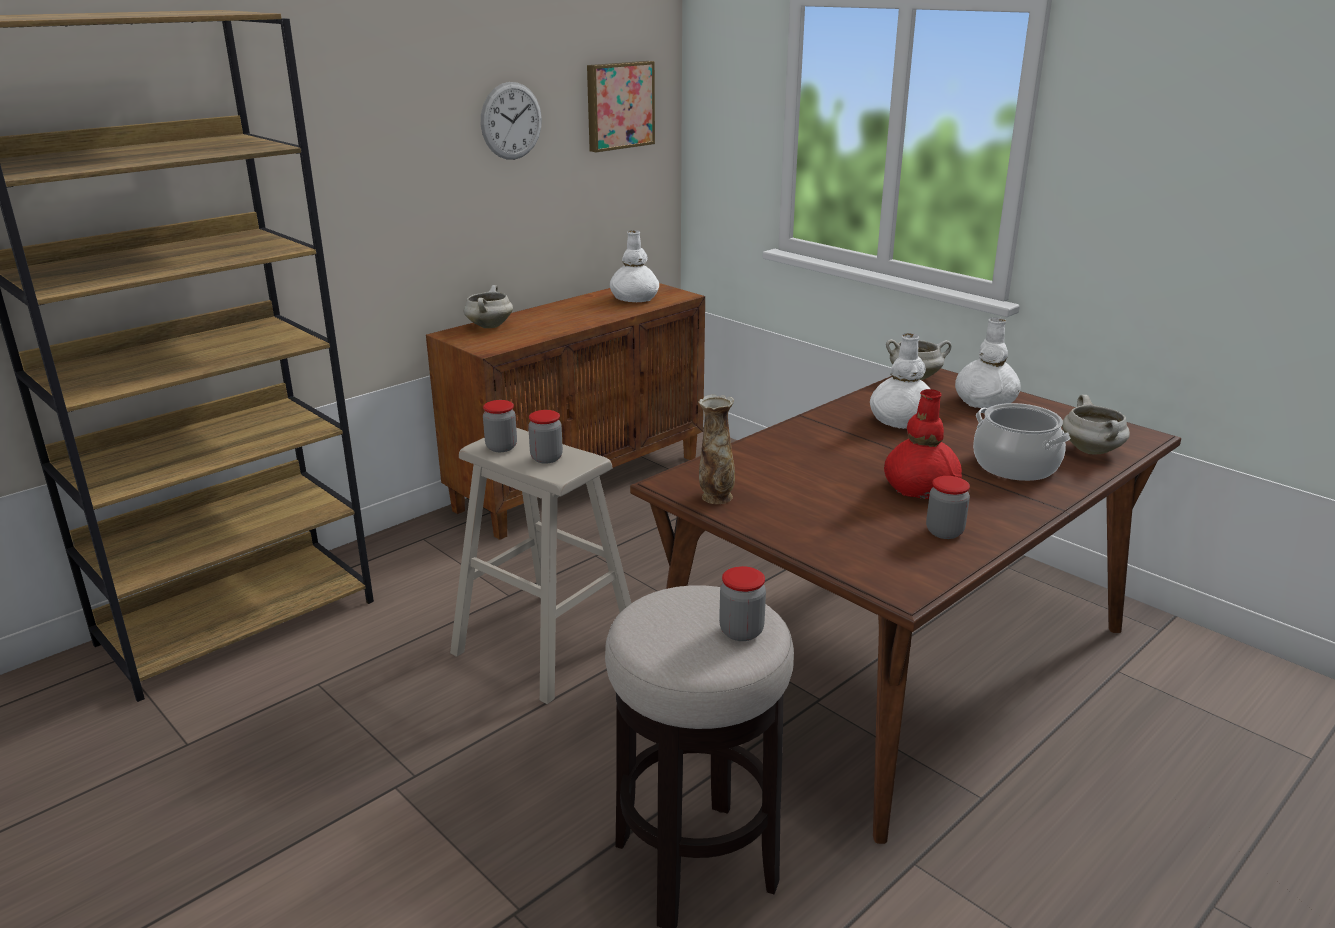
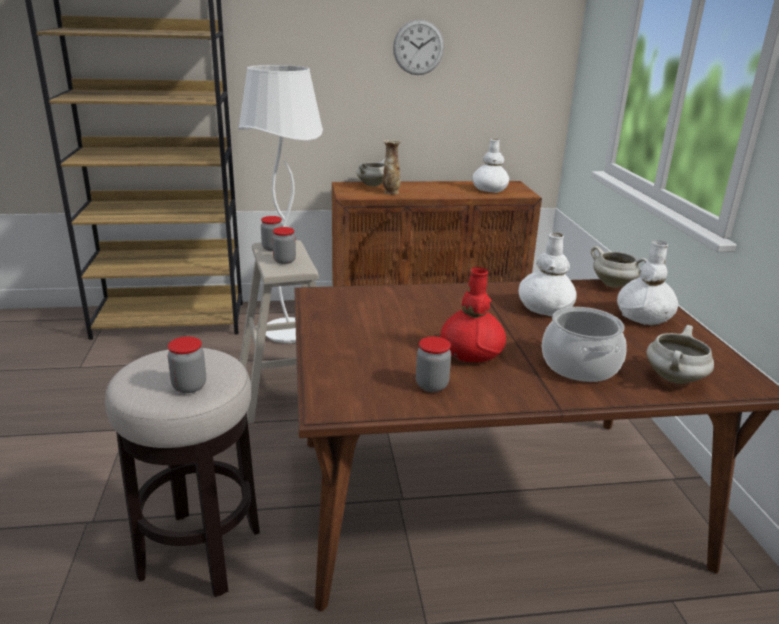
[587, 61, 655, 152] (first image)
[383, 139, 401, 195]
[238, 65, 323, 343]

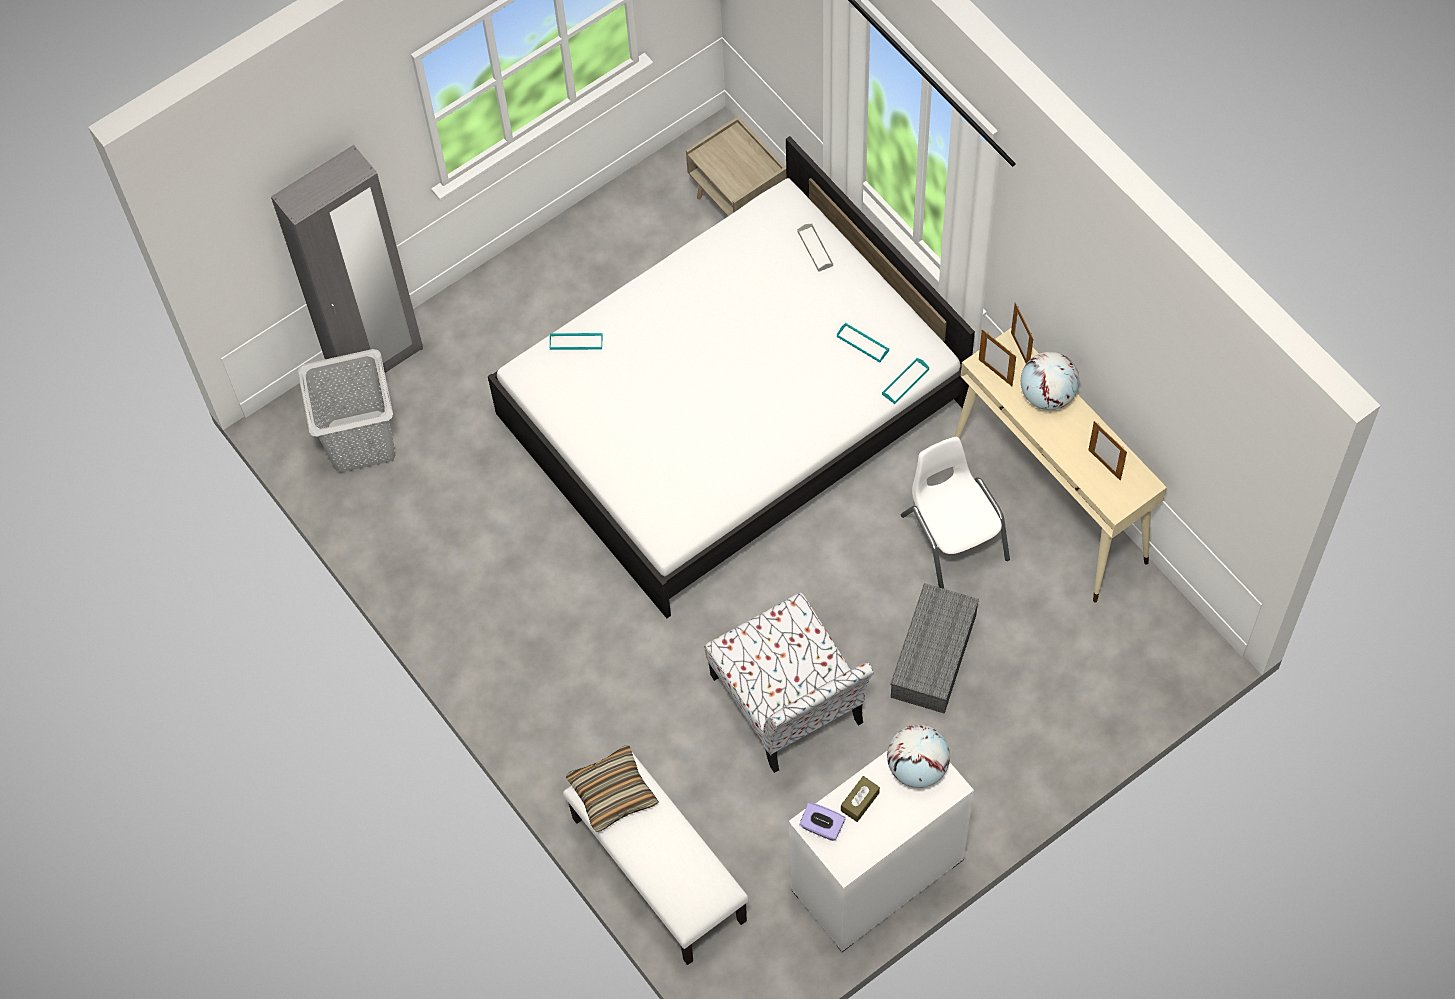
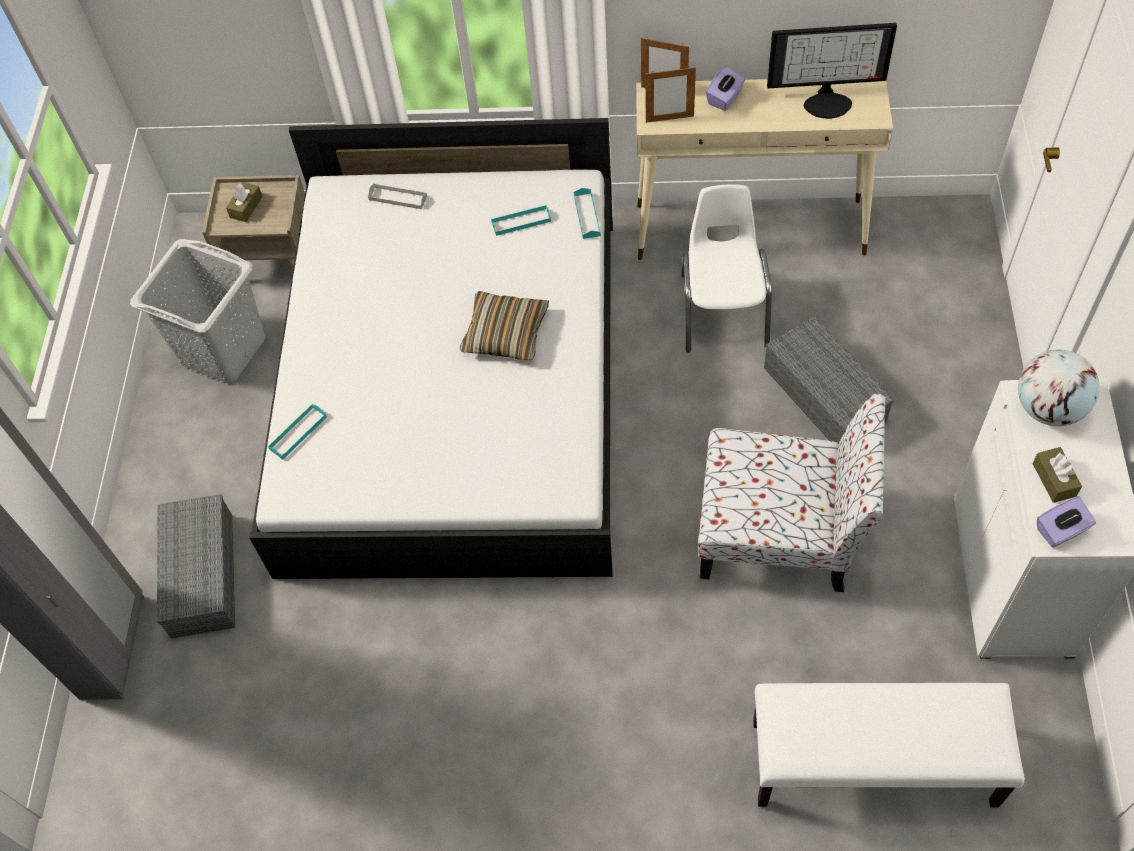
[130, 239, 265, 383]
[706, 67, 745, 111]
[767, 23, 897, 119]
[681, 184, 772, 352]
[460, 291, 549, 360]
[226, 182, 263, 222]
[157, 494, 235, 638]

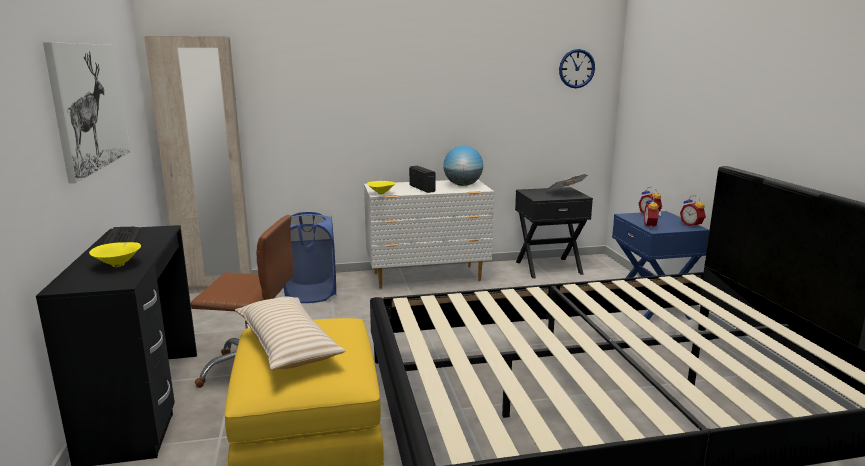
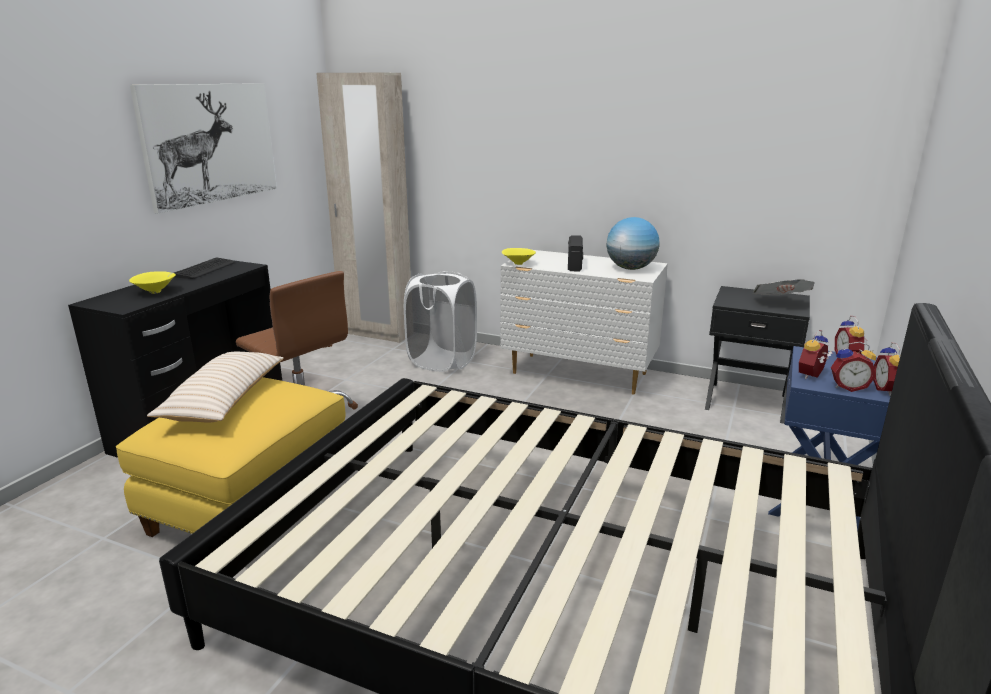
[559, 49, 595, 88] (first image)
[404, 271, 477, 372]
[831, 342, 876, 392]

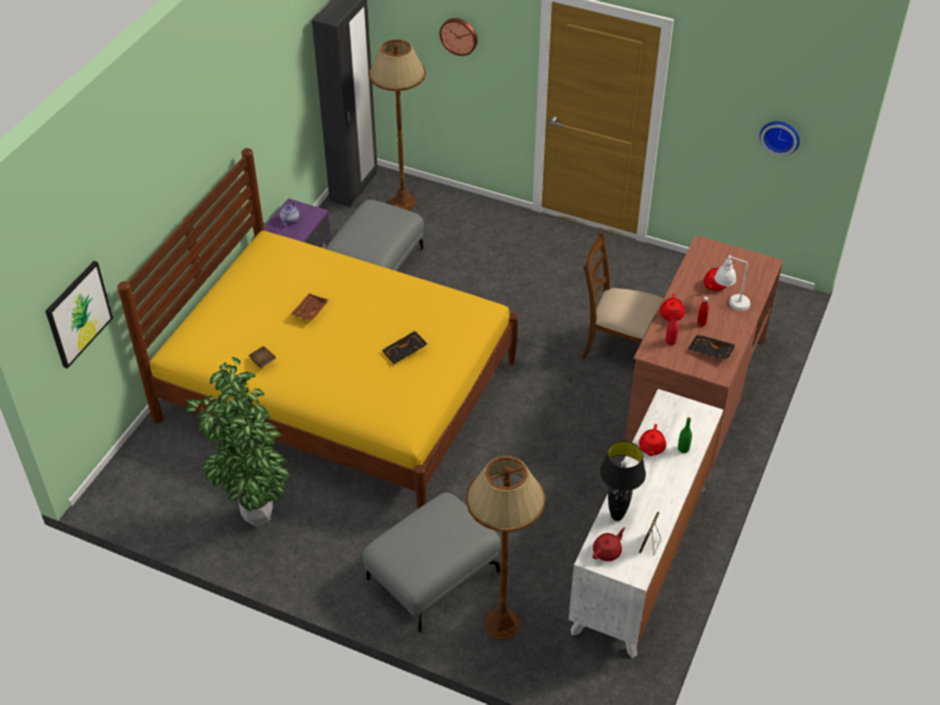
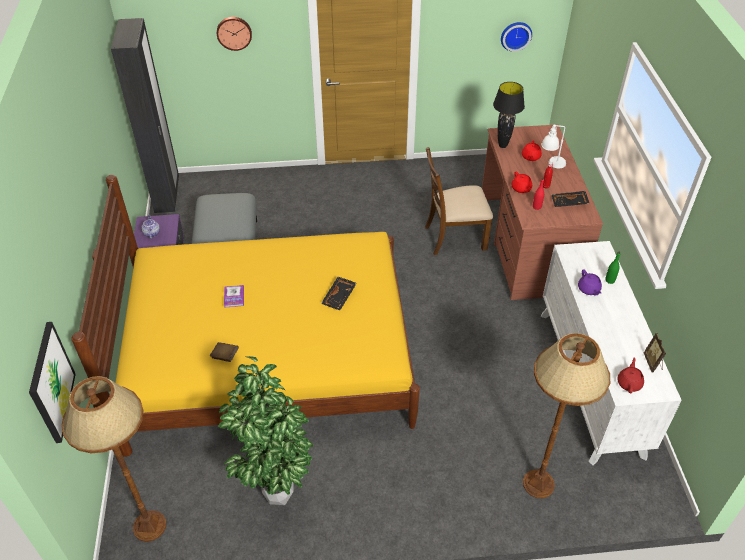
[61, 376, 166, 542]
[224, 285, 244, 308]
[578, 270, 602, 295]
[493, 82, 525, 148]
[363, 492, 501, 632] (first image)

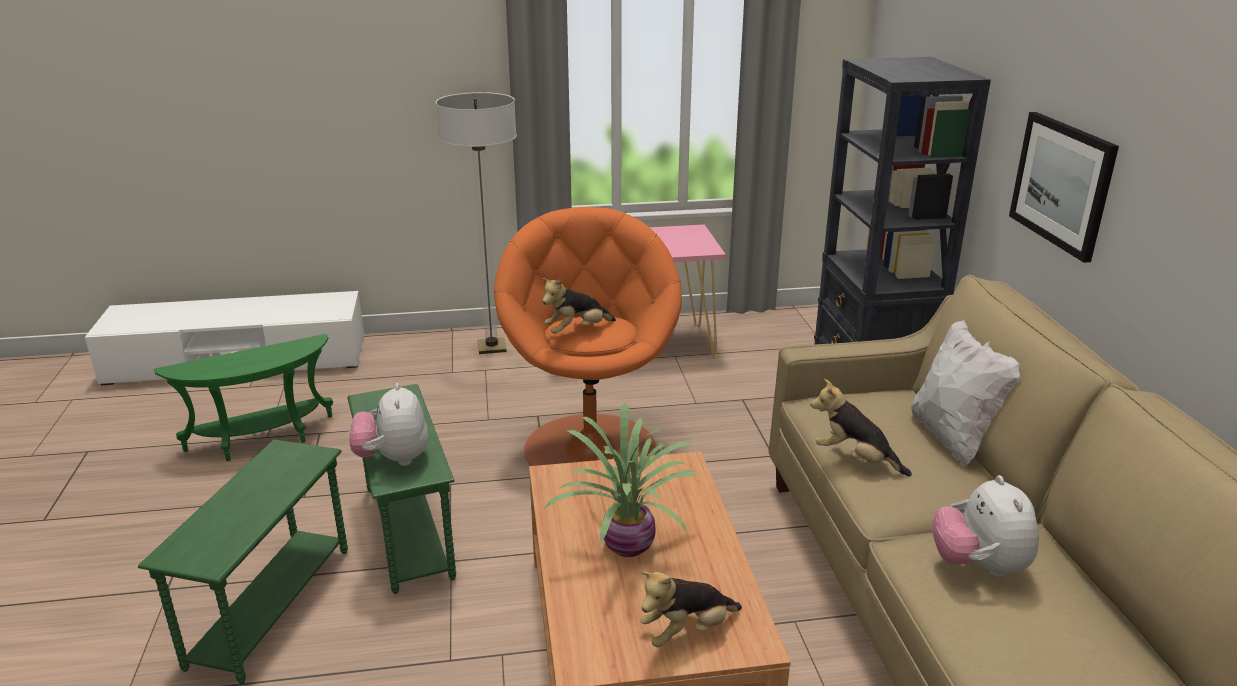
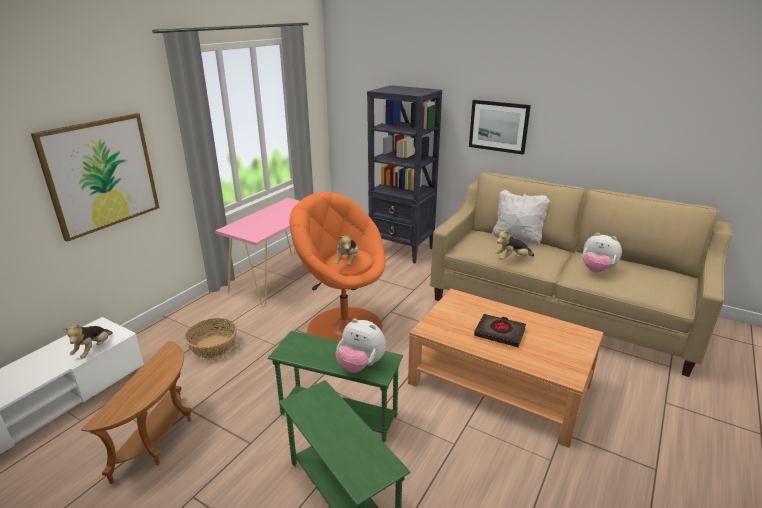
[435, 92, 517, 354] (first image)
[81, 341, 192, 484]
[474, 314, 526, 347]
[63, 324, 113, 359]
[31, 113, 159, 242]
[184, 318, 237, 358]

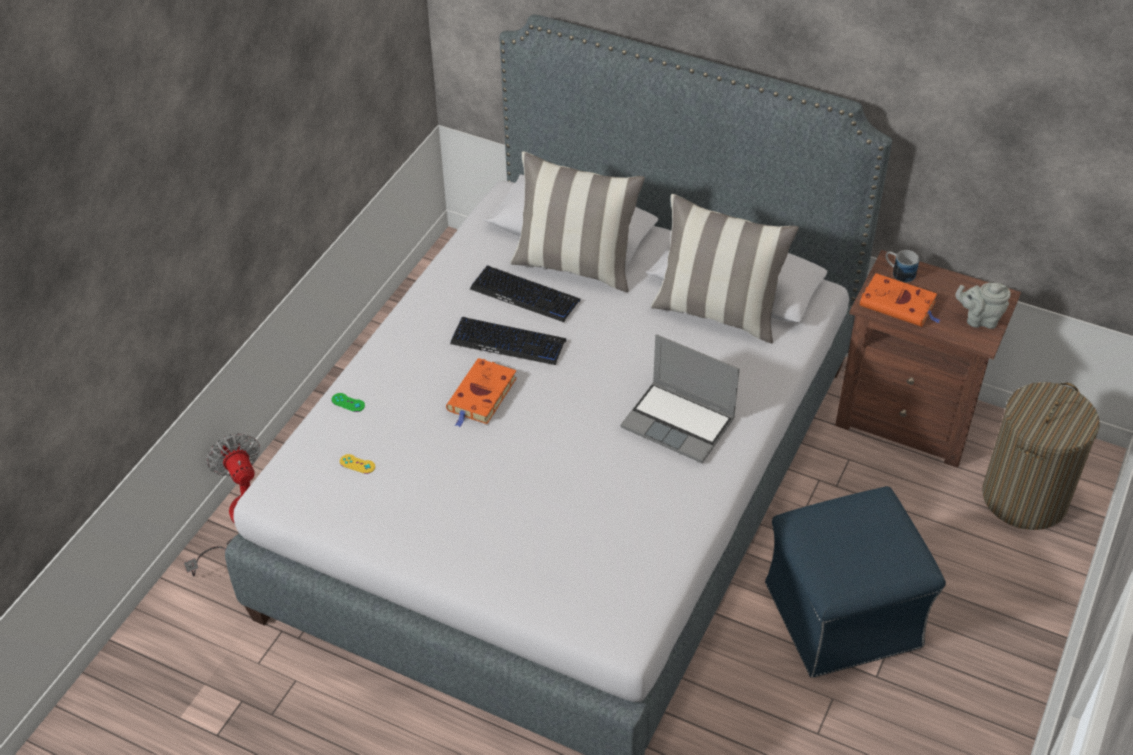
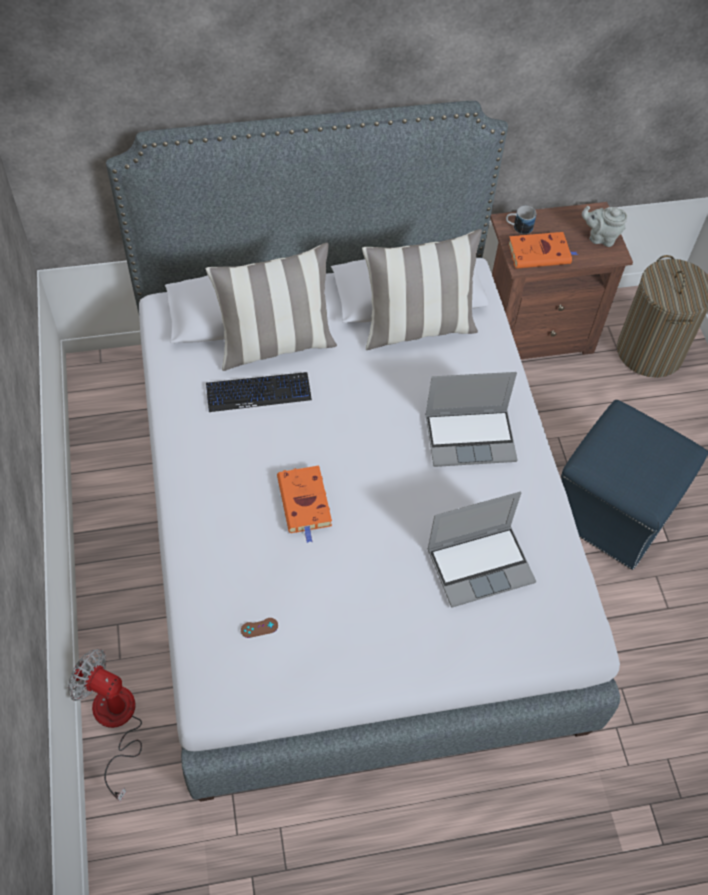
[582, 206, 627, 247]
[450, 317, 566, 365] (first image)
[331, 393, 365, 412] (first image)
[241, 618, 278, 638]
[427, 492, 536, 608]

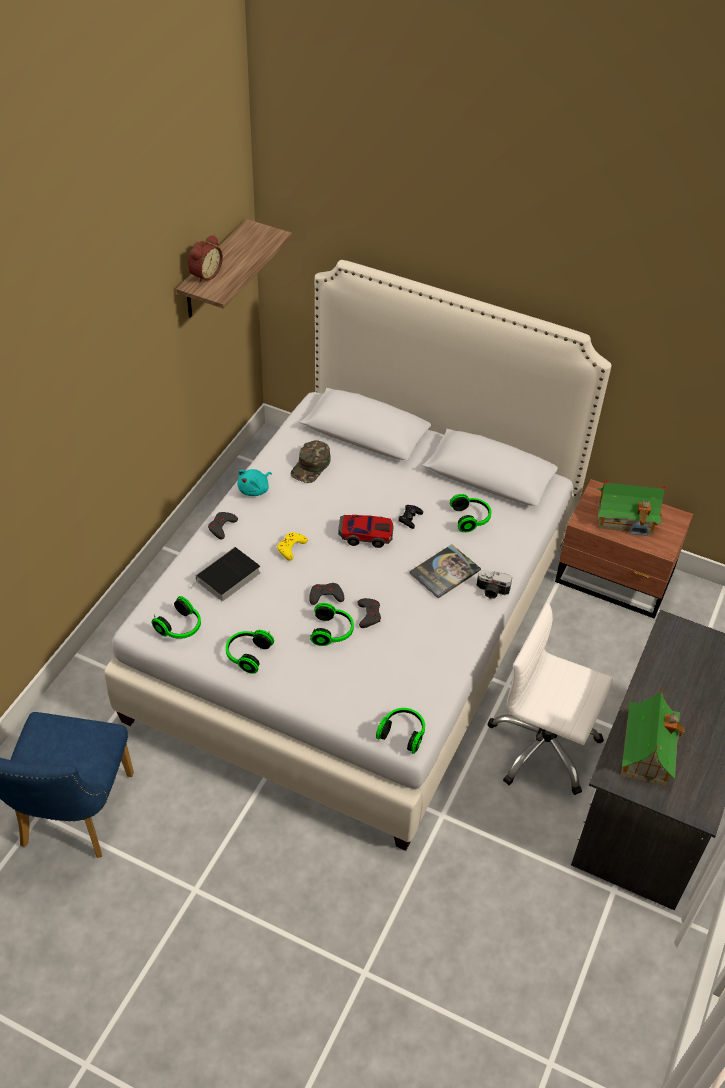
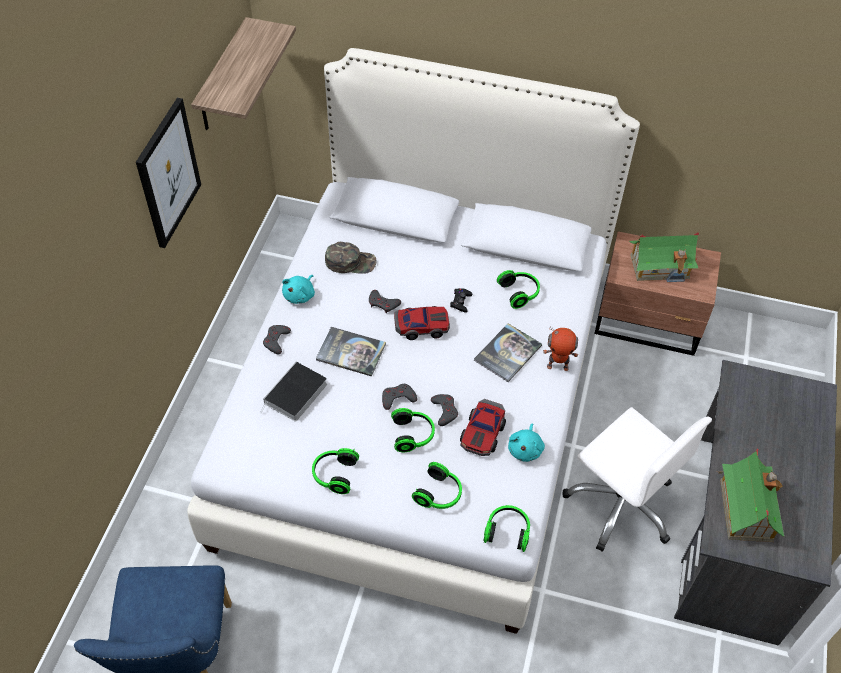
[188, 235, 223, 283] (first image)
[325, 242, 377, 274]
[316, 327, 386, 376]
[543, 326, 578, 371]
[412, 462, 462, 509]
[562, 407, 712, 552]
[136, 98, 201, 248]
[369, 290, 401, 313]
[460, 399, 506, 456]
[508, 423, 545, 462]

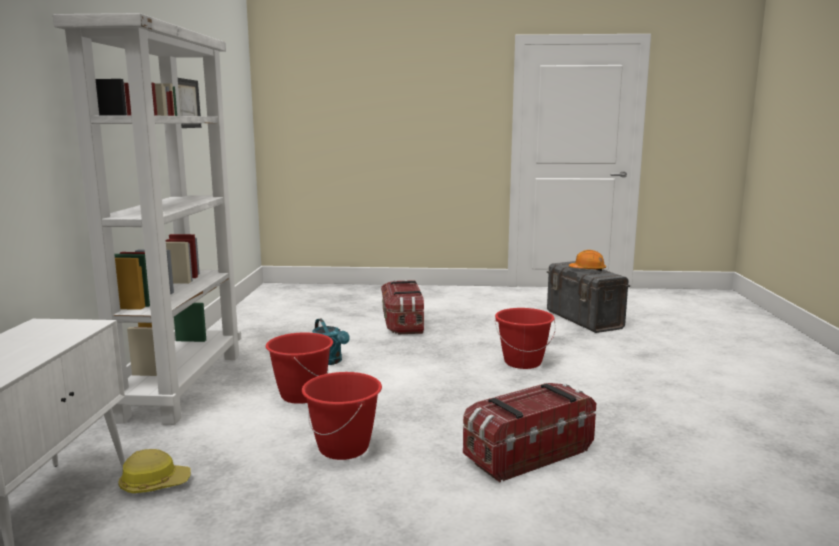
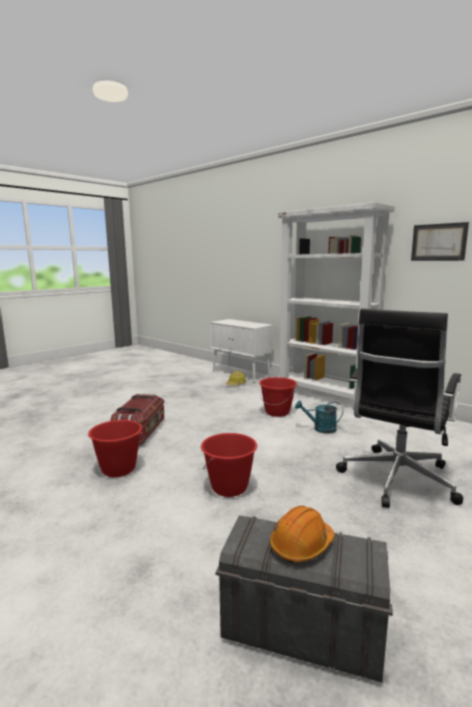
[336, 308, 463, 508]
[88, 420, 144, 477]

